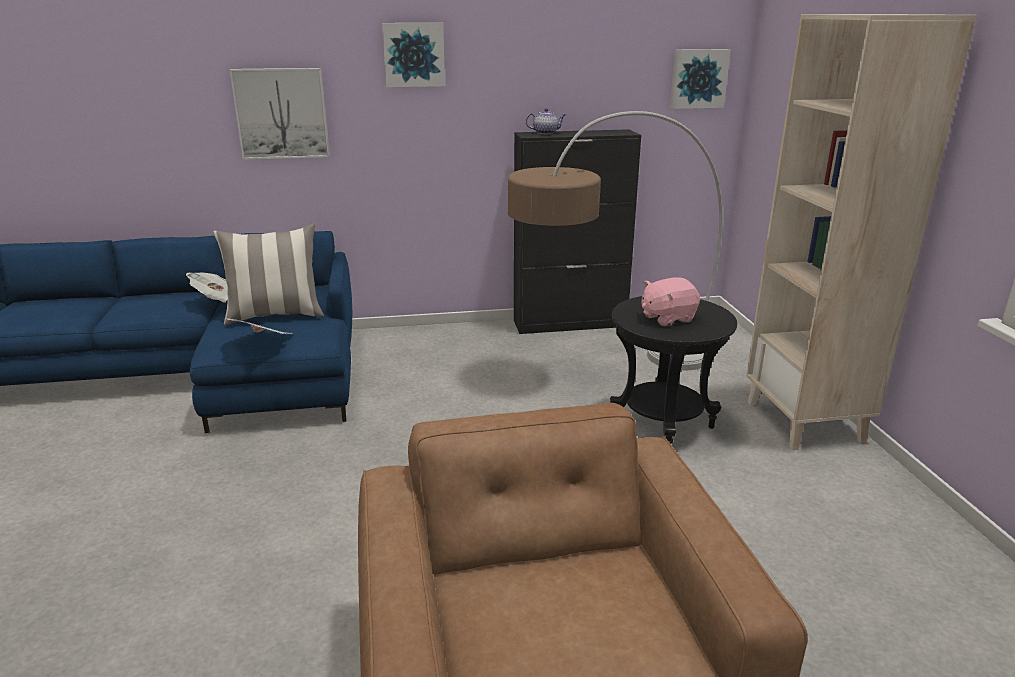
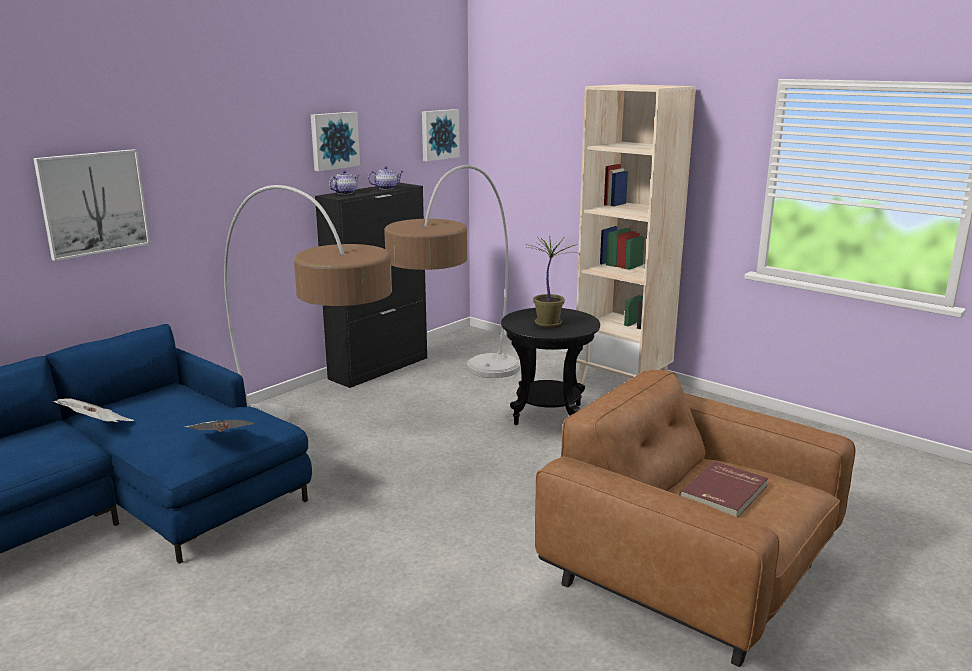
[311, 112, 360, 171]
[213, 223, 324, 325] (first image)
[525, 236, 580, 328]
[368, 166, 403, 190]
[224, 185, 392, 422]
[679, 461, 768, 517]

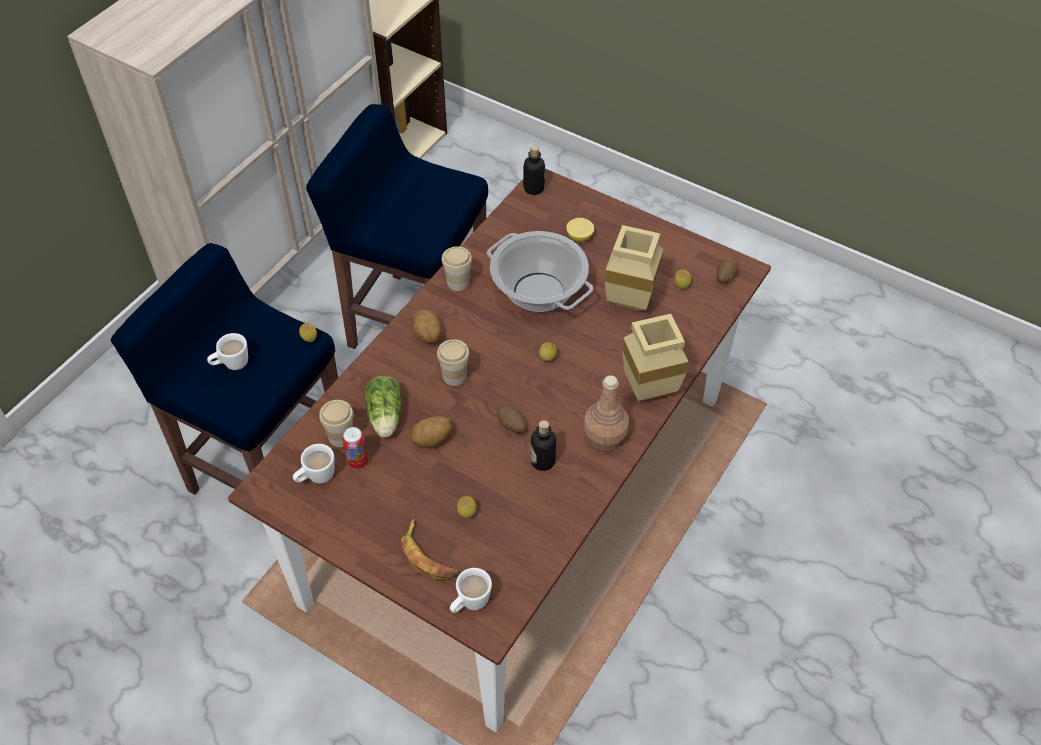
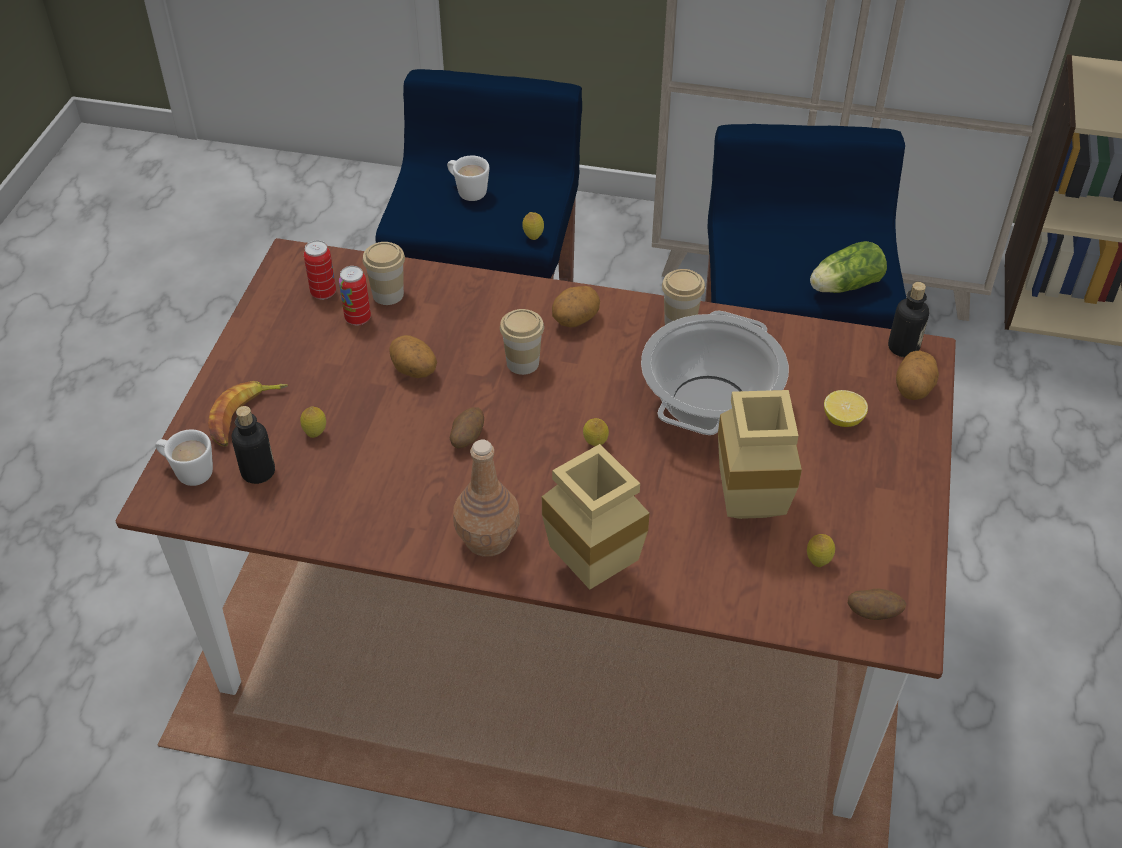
[810, 241, 887, 293]
[232, 406, 275, 484]
[304, 240, 336, 300]
[896, 350, 939, 400]

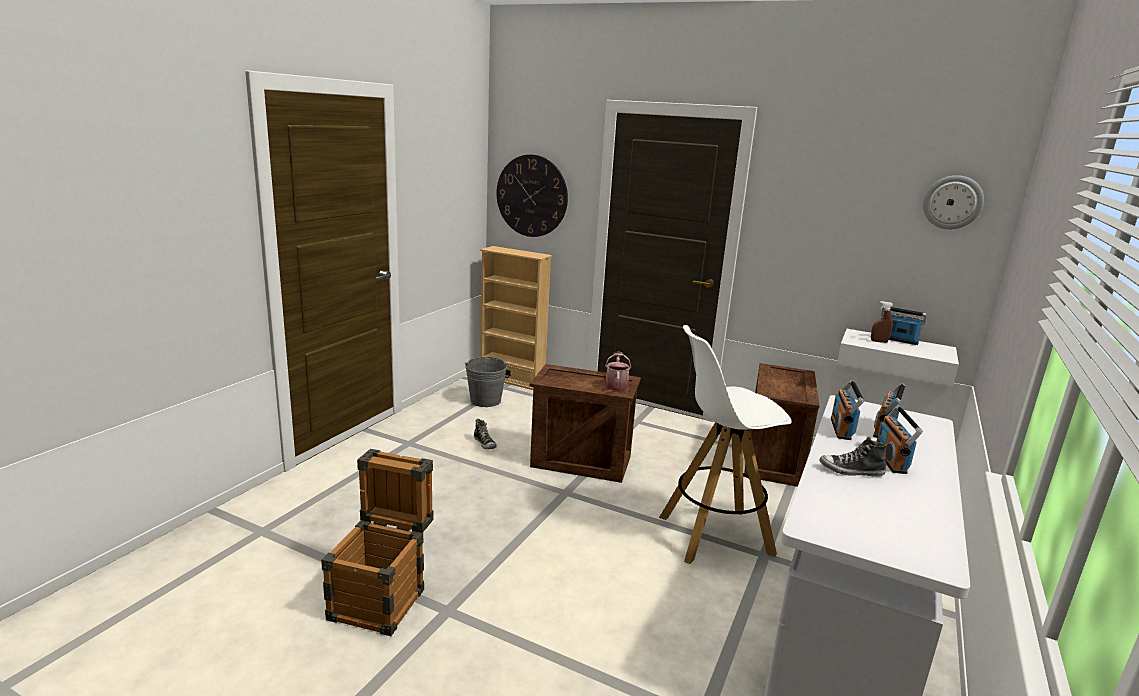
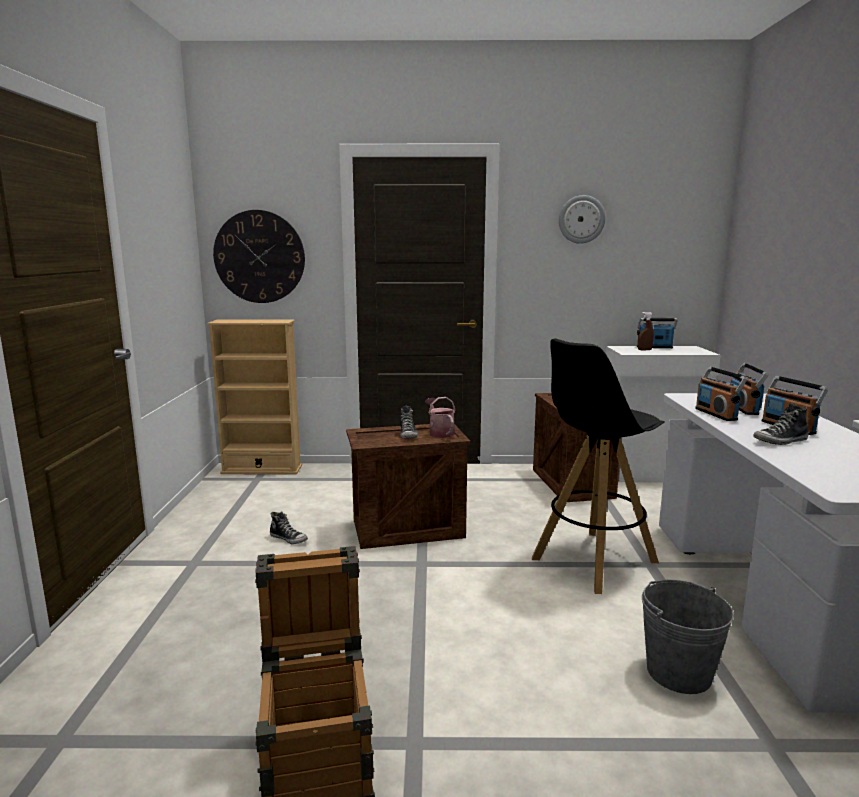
[559, 195, 605, 244]
[532, 338, 665, 594]
[642, 579, 734, 694]
[400, 406, 418, 439]

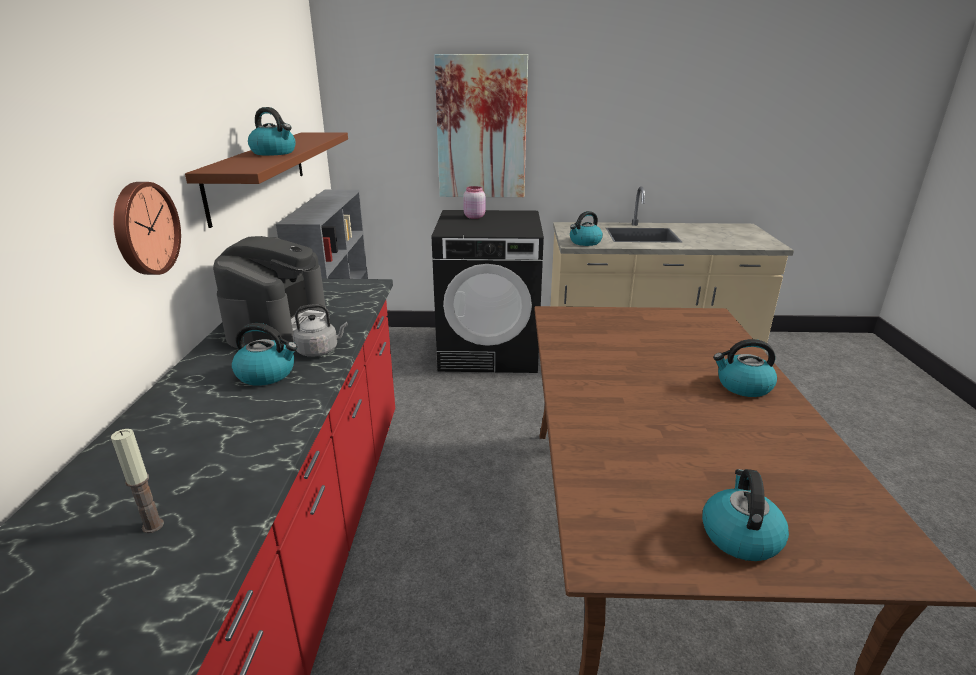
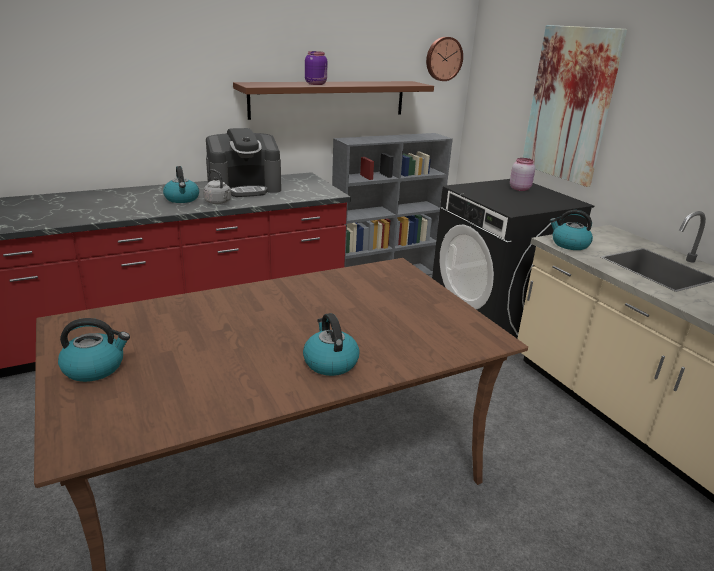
[305, 51, 327, 85]
[426, 37, 463, 81]
[111, 429, 164, 533] (first image)

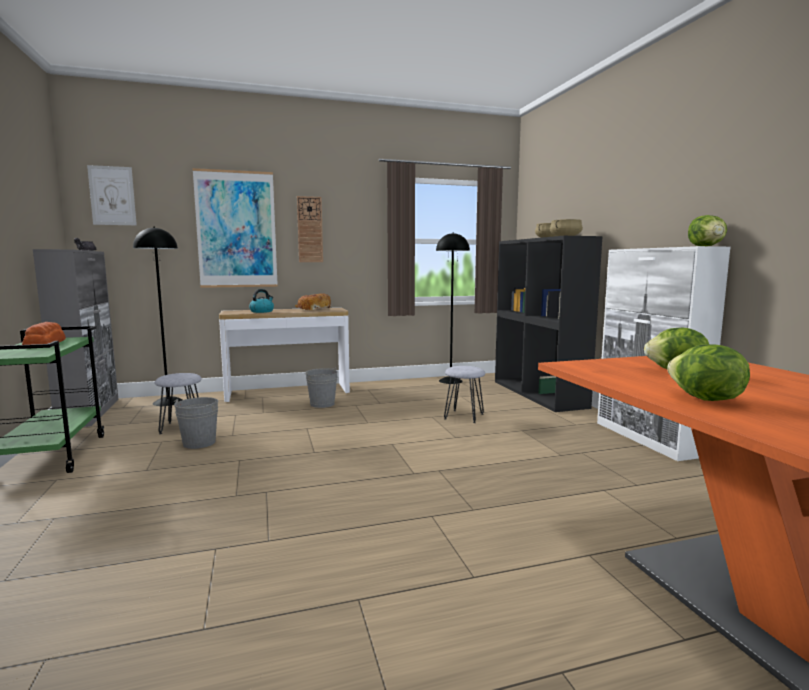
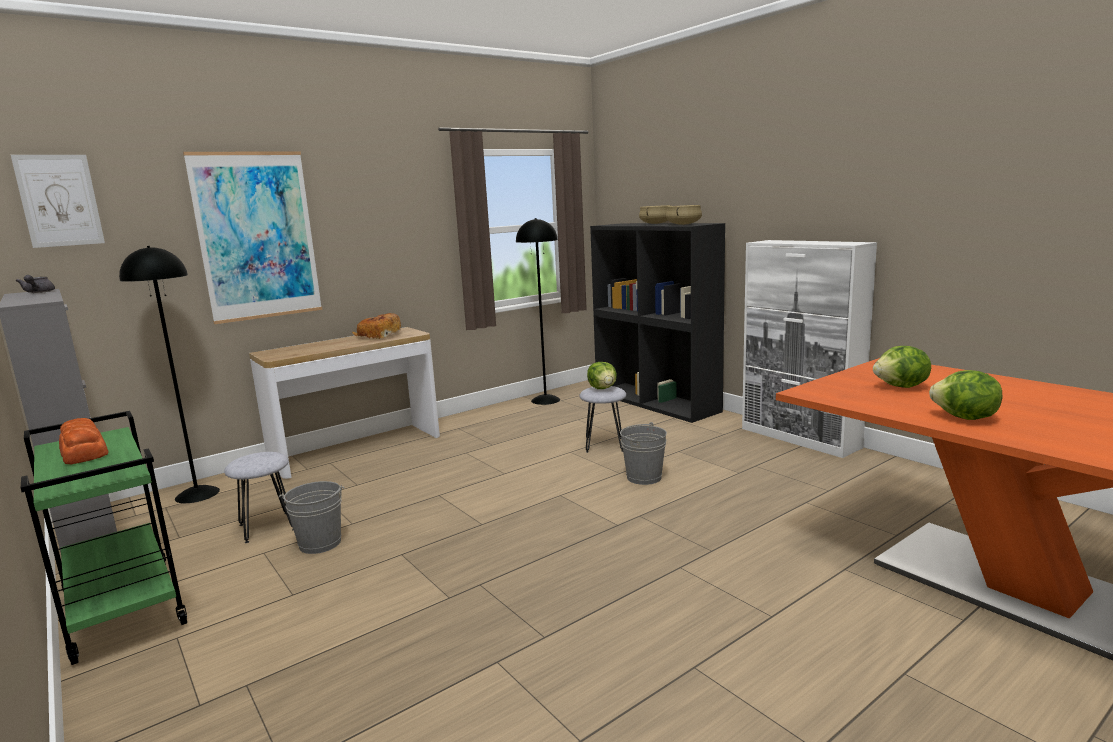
[297, 196, 323, 262] (first image)
[587, 362, 617, 389]
[249, 289, 274, 313] (first image)
[620, 422, 667, 485]

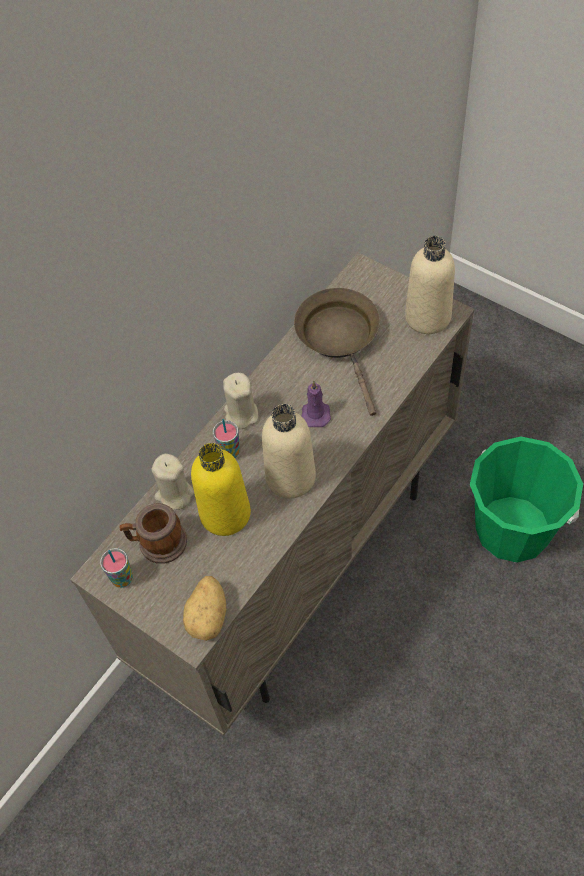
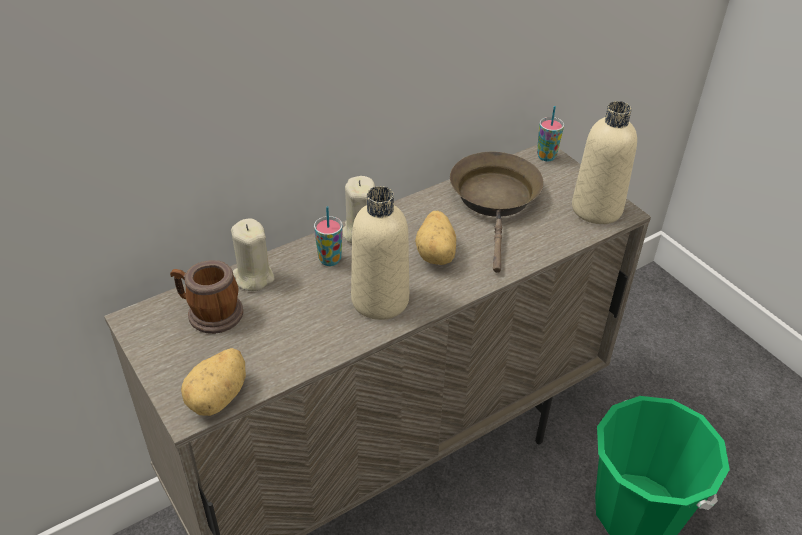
[415, 211, 456, 265]
[191, 443, 251, 536] (first image)
[537, 106, 564, 161]

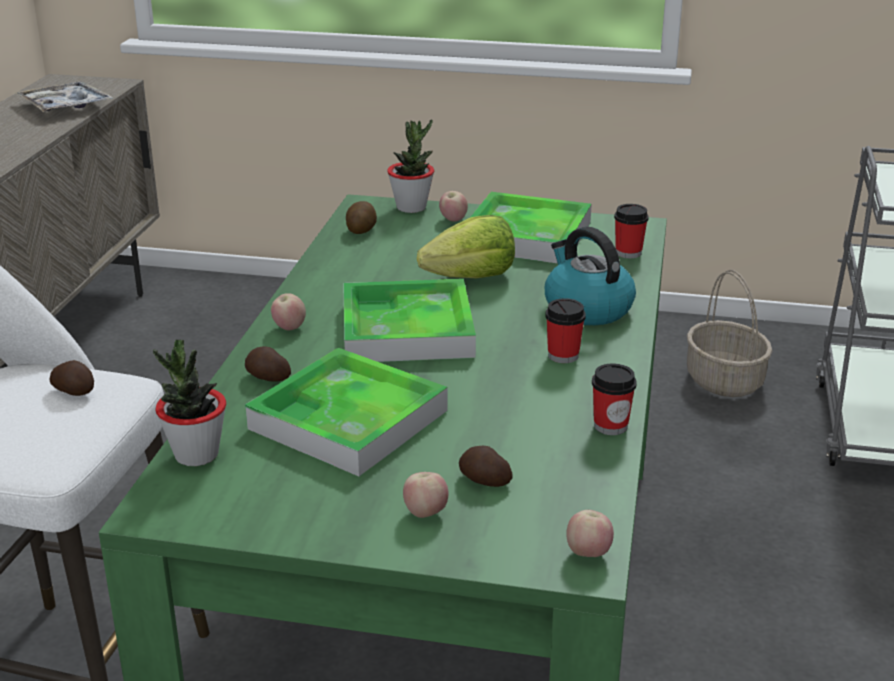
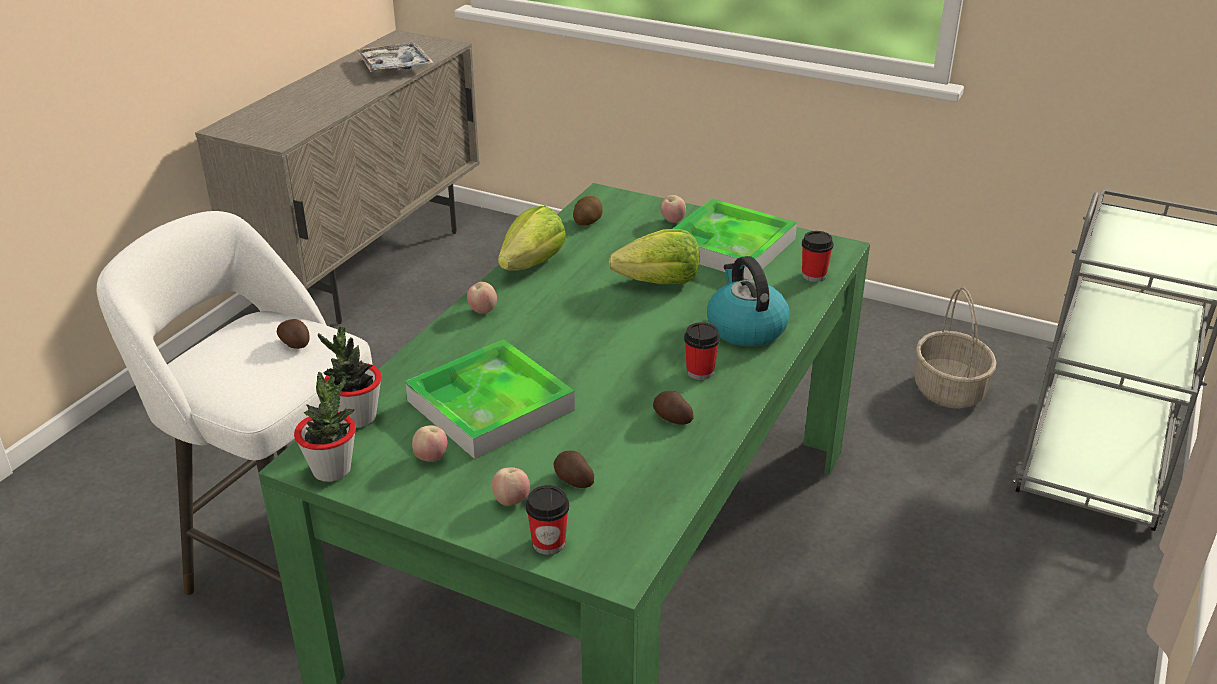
[294, 372, 356, 482]
[343, 279, 476, 362] (first image)
[653, 391, 694, 425]
[526, 485, 569, 555]
[412, 425, 448, 462]
[498, 205, 567, 271]

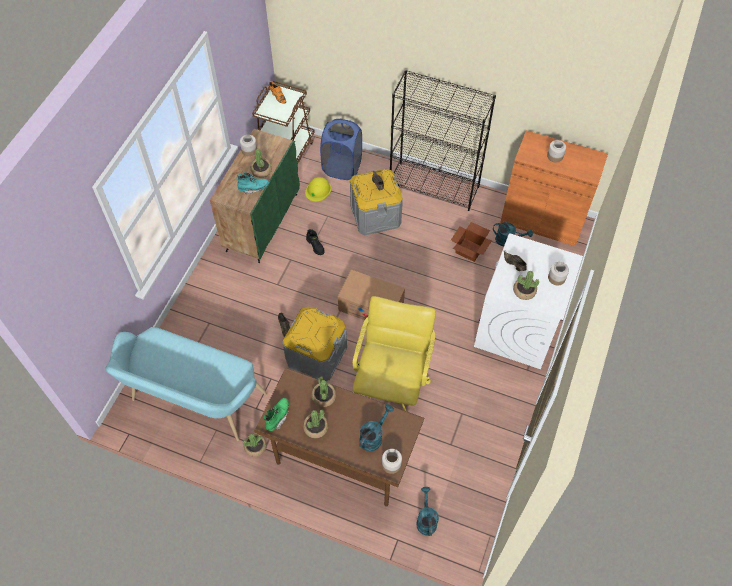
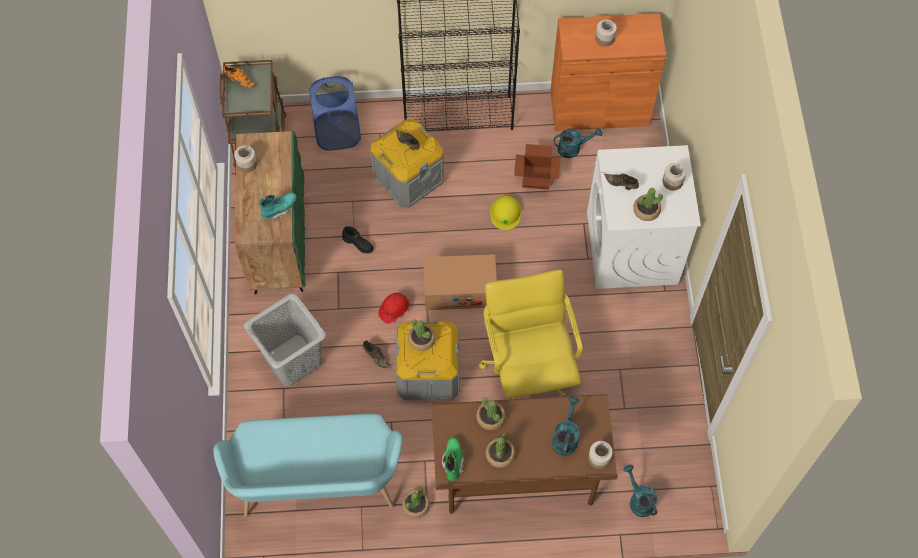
[408, 319, 436, 351]
[490, 196, 522, 230]
[244, 293, 326, 386]
[378, 293, 410, 324]

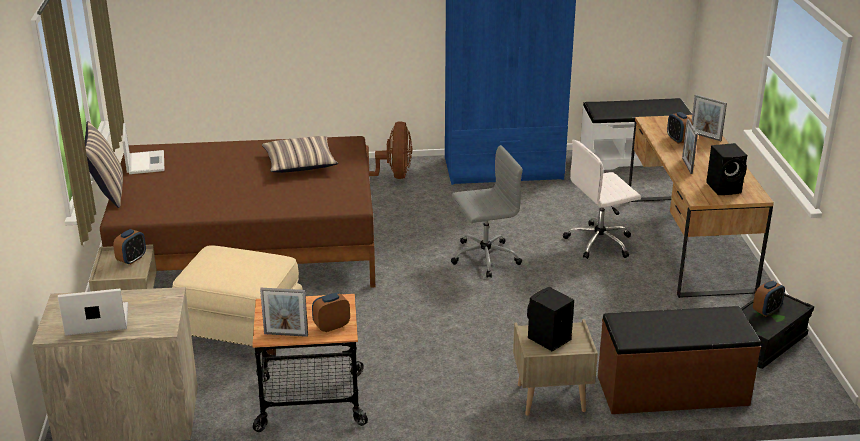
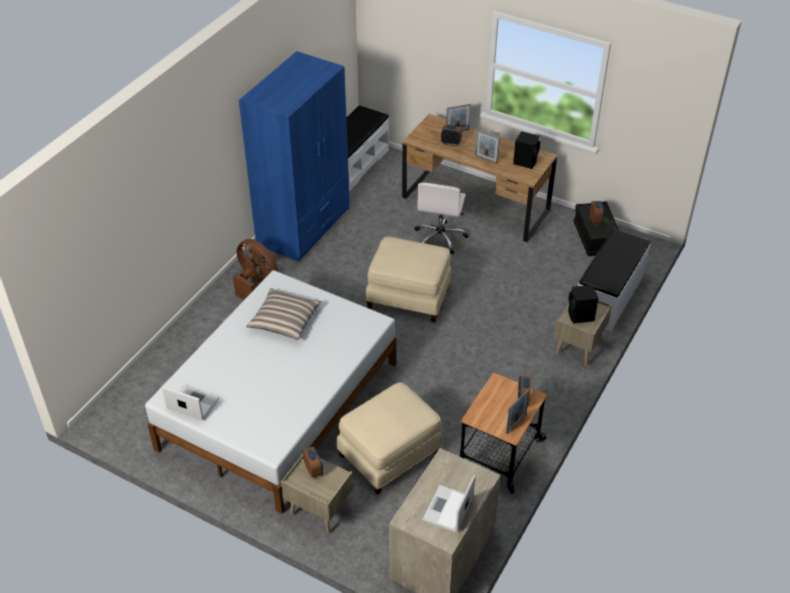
[84, 121, 123, 208] (first image)
[145, 270, 396, 514]
[366, 237, 451, 323]
[578, 228, 651, 332]

